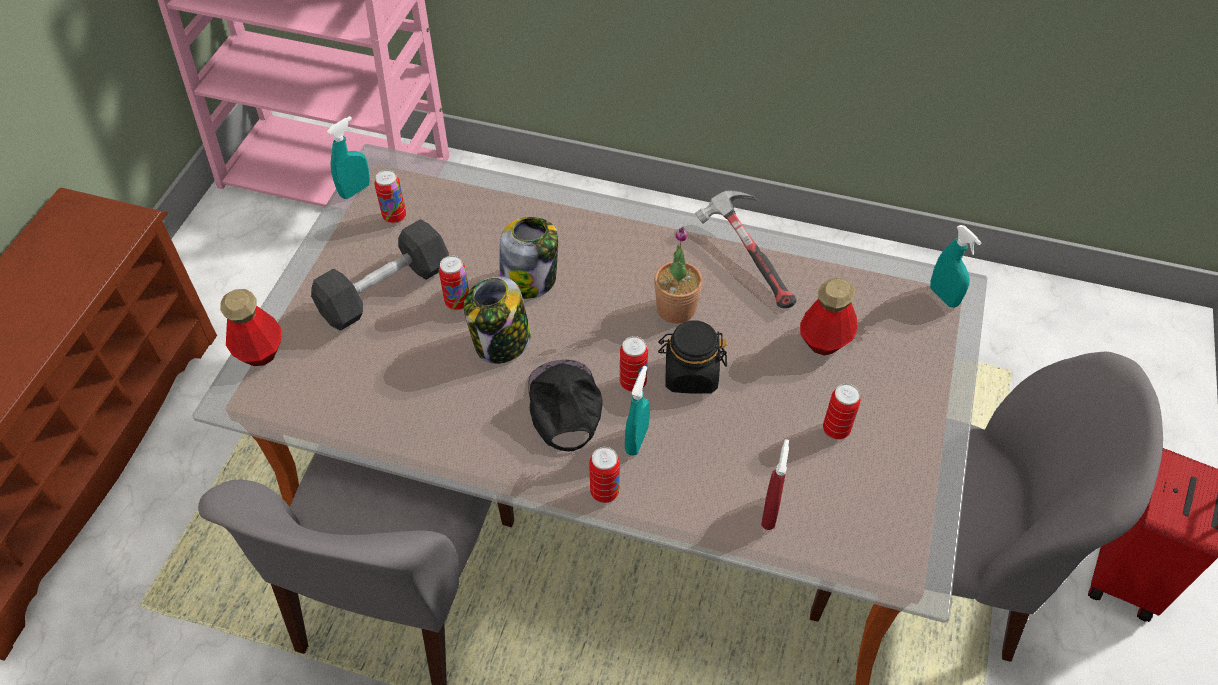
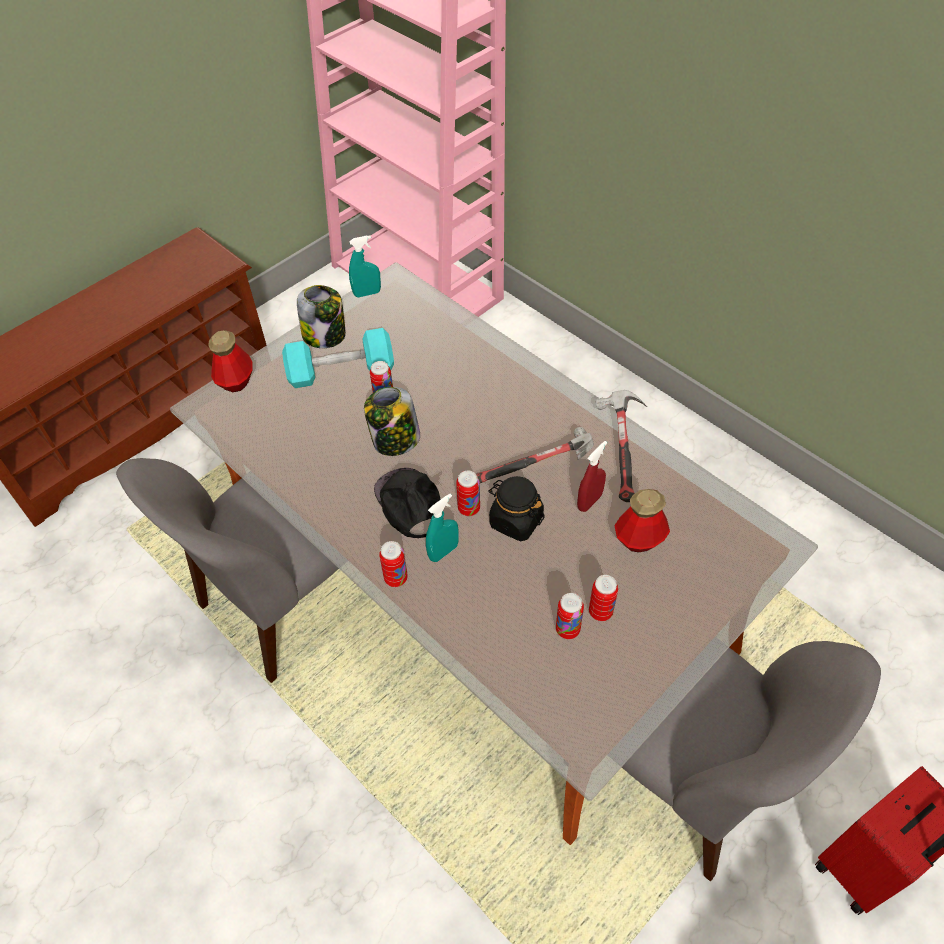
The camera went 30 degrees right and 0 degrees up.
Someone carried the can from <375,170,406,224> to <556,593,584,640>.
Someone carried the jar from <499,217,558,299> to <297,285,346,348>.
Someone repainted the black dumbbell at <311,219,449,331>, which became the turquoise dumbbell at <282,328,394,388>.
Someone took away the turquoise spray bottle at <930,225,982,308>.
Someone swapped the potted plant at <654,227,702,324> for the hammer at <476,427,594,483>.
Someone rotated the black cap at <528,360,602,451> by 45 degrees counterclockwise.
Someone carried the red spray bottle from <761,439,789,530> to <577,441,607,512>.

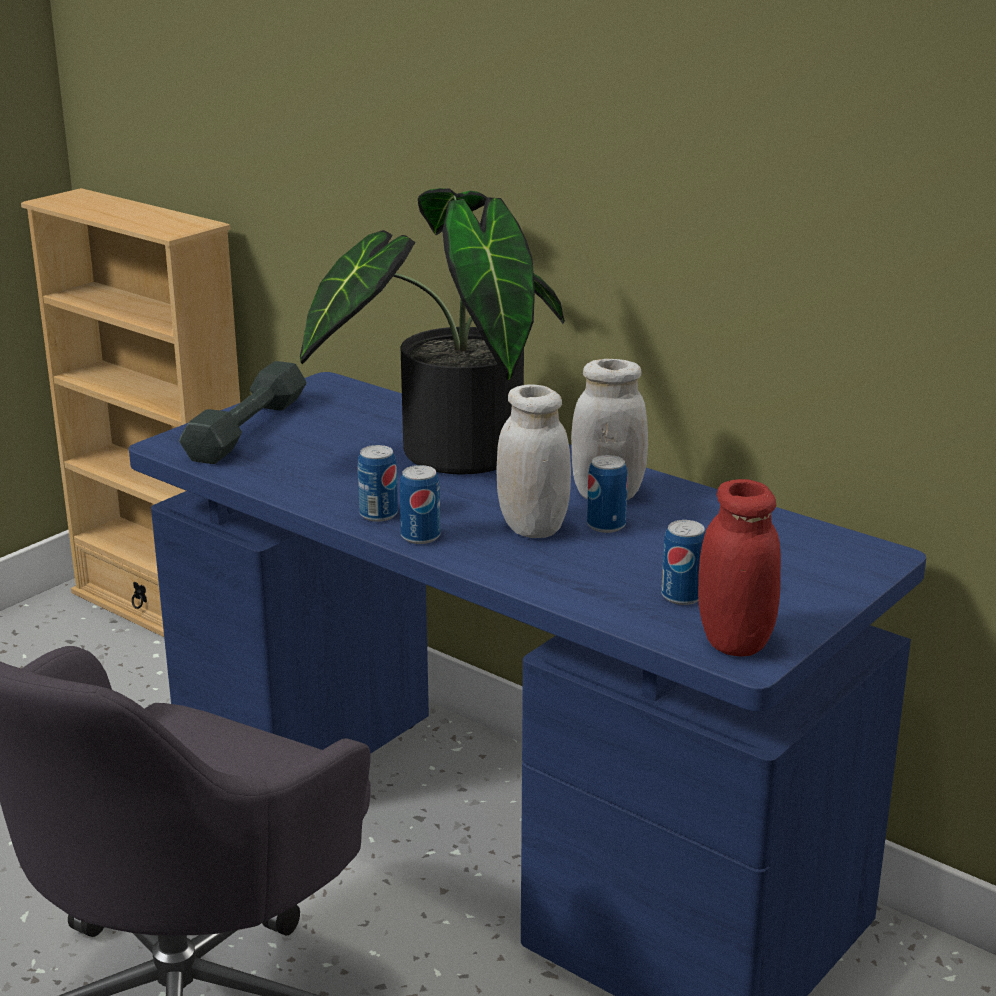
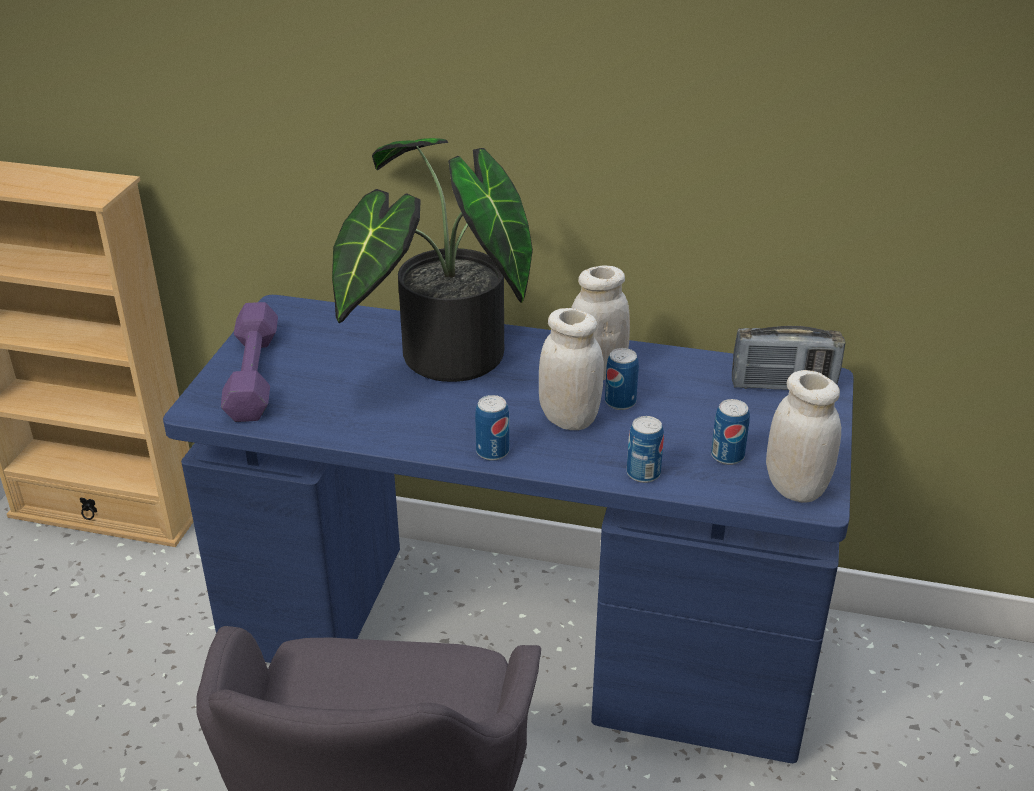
The camera went 25 degrees left and 10 degrees up.
Someone repainted the grey dumbbell at <179,361,307,464>, which became the purple dumbbell at <221,302,278,422>.
Someone carried the can from <358,445,398,522> to <627,416,664,483>.
Someone repainted the red jar at <698,479,781,657>, which became the white jar at <766,370,841,503>.
Someone put down the radio at <732,326,845,390>.

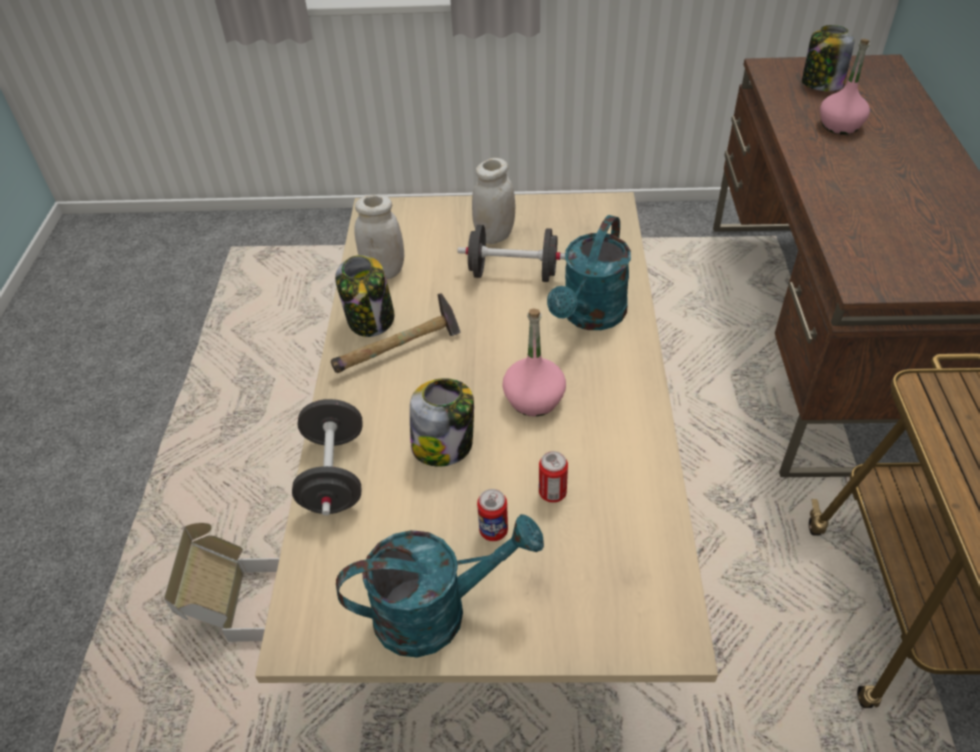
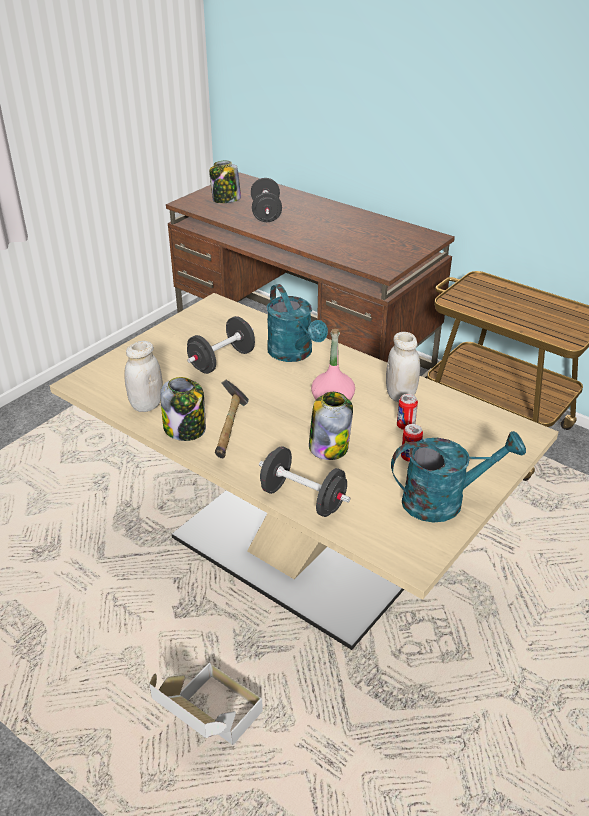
The camera went 55 degrees left and 10 degrees down.
Someone swapped the pink bottle at <820,39,870,135> for the black dumbbell at <251,178,282,222>.
Someone carried the white jar from <472,158,515,244> to <386,332,420,402>.
Someone rotated the turquoise watering can at <336,514,544,657> by 60 degrees clockwise.

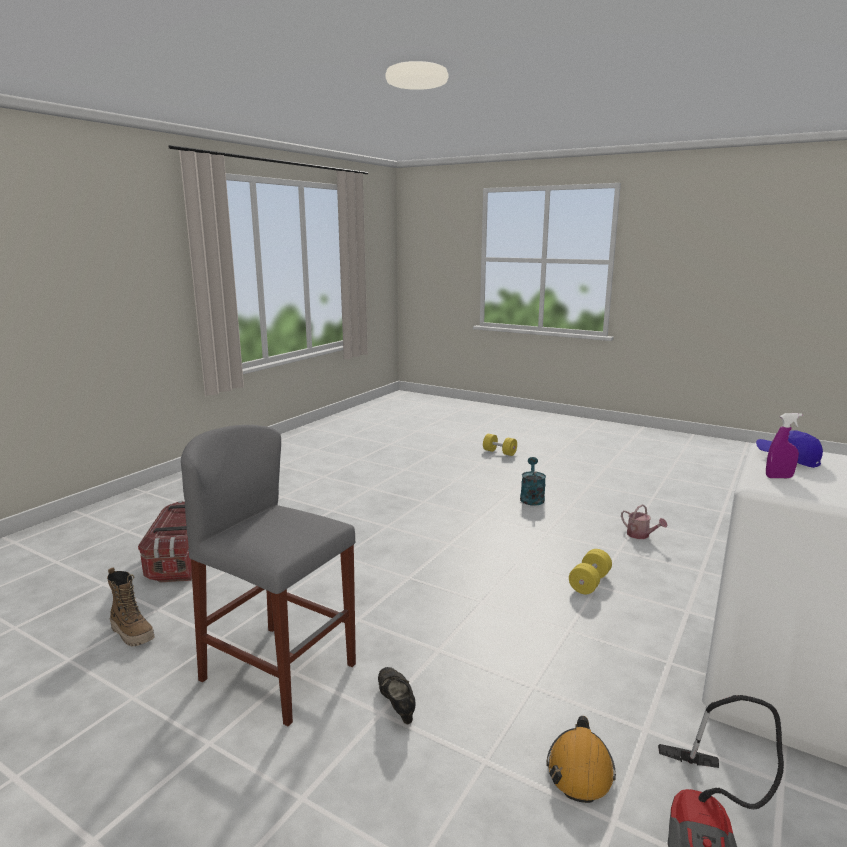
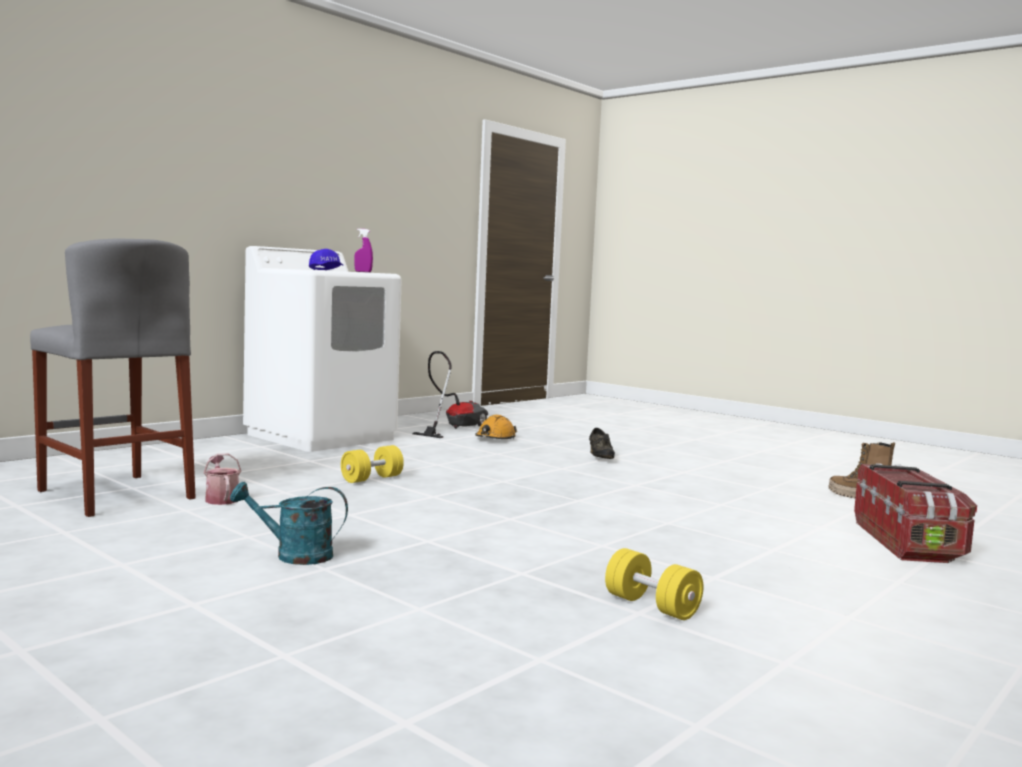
The camera went 170 degrees left and 10 degrees down.
Someone carried the grey stool from <181,425,356,726> to <30,238,196,517>.
Someone carried the yellow dumbbell from <483,434,517,456> to <605,548,703,620>.
Someone rotated the turquoise watering can at <520,457,546,506> by 75 degrees clockwise.

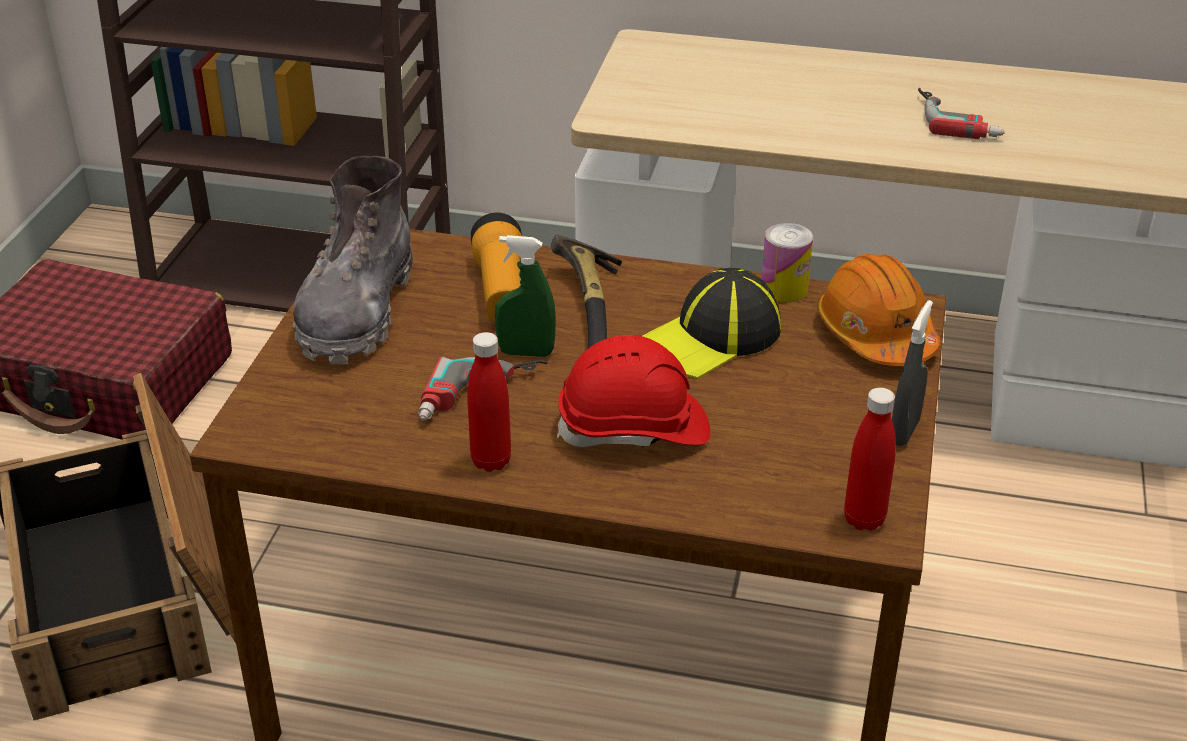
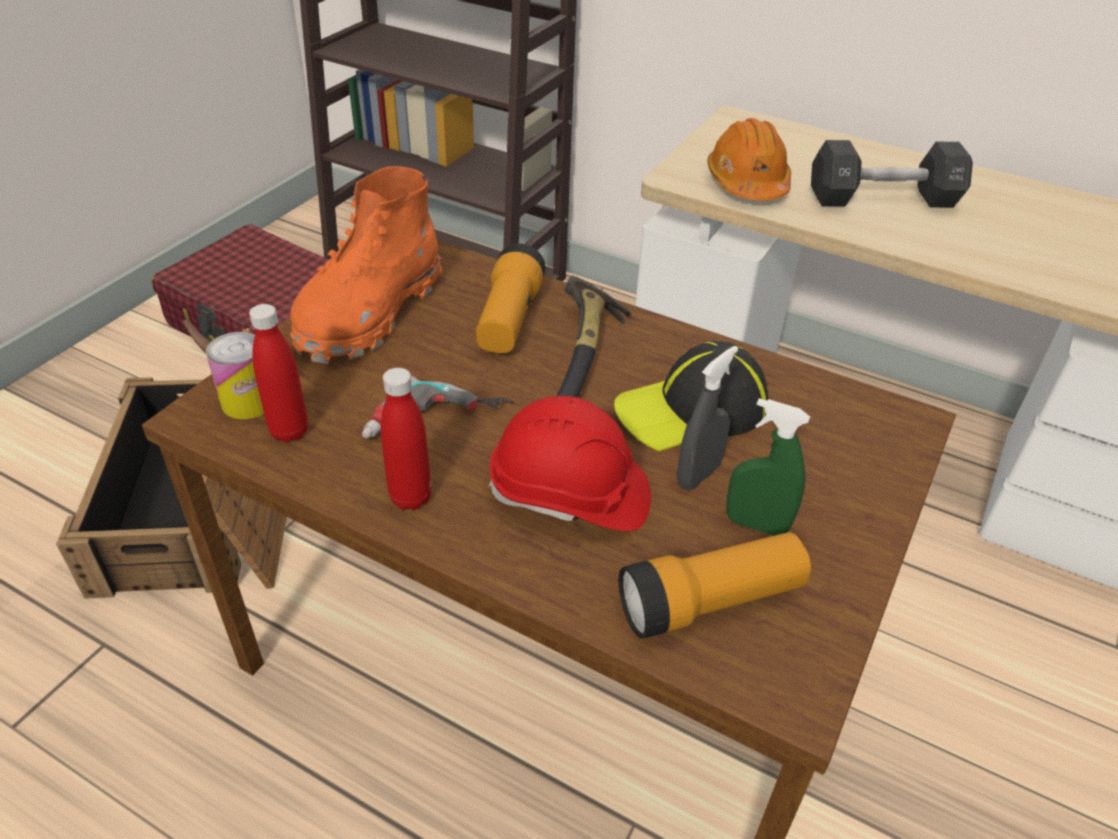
The camera went 15 degrees right and 5 degrees up.
Someone took away the power drill at <918,88,1005,139>.
Someone repainted the grey boot at <293,156,413,365>, which became the orange boot at <290,166,443,364>.
Someone carried the can from <762,223,813,302> to <206,332,264,420>.
Someone carried the green spray bottle from <495,235,556,357> to <726,398,810,536>.
Someone carried the orange hard hat from <817,254,940,366> to <708,118,791,200>.
Someone carried the grey spray bottle from <892,300,933,446> to <677,346,738,490>.
Someone carried the red bottle from <844,387,896,531> to <249,304,308,443>.
Someone put down the black dumbbell at <811,140,973,208>.
Someone put down the flashlight at <618,532,811,639>.

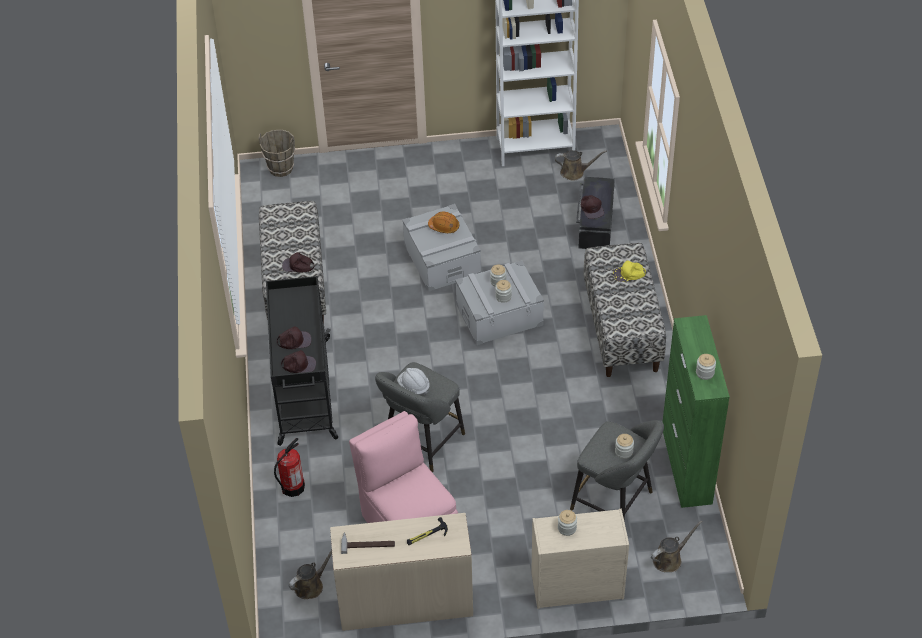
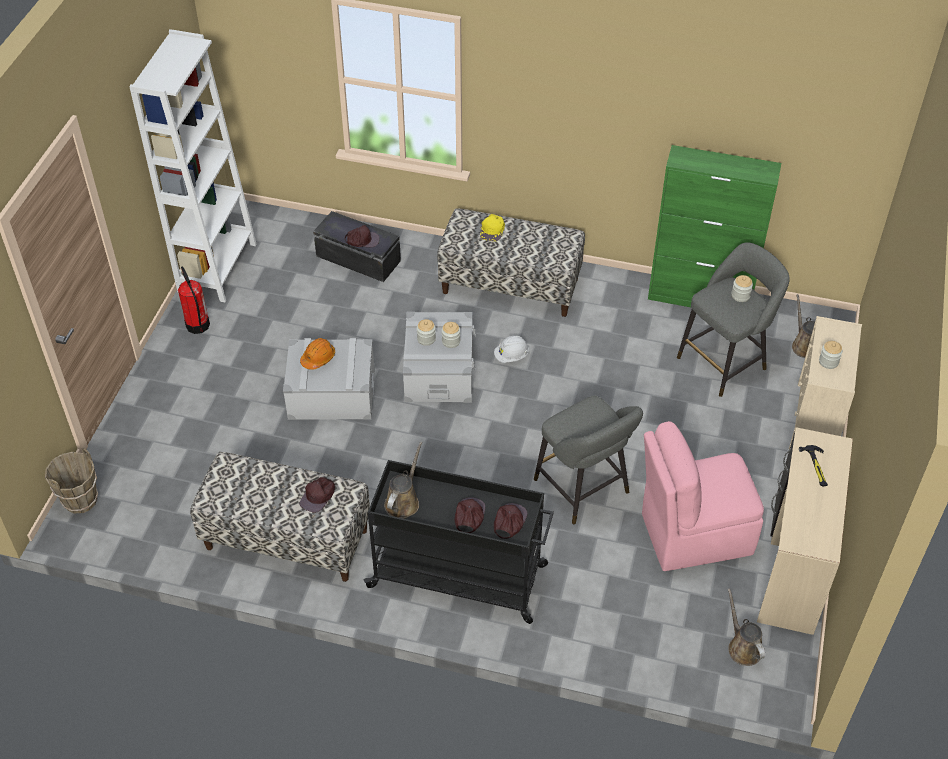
The camera went 70 degrees left and 0 degrees up.
Someone carried the brown watering can from <555,150,607,181> to <384,442,422,519>.
Someone took away the jar at <696,354,716,380>.
Someone carried the white hard hat from <397,368,429,395> to <494,336,529,363>.
Someone carried the fire extinguisher from <274,438,305,497> to <178,266,210,334>.
Someone took away the hammer at <341,532,395,554>.

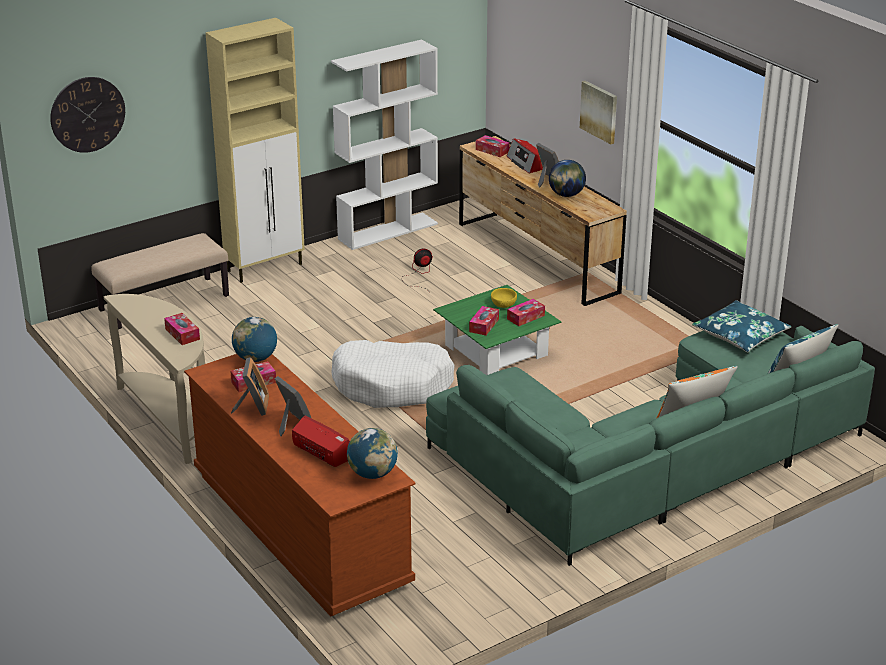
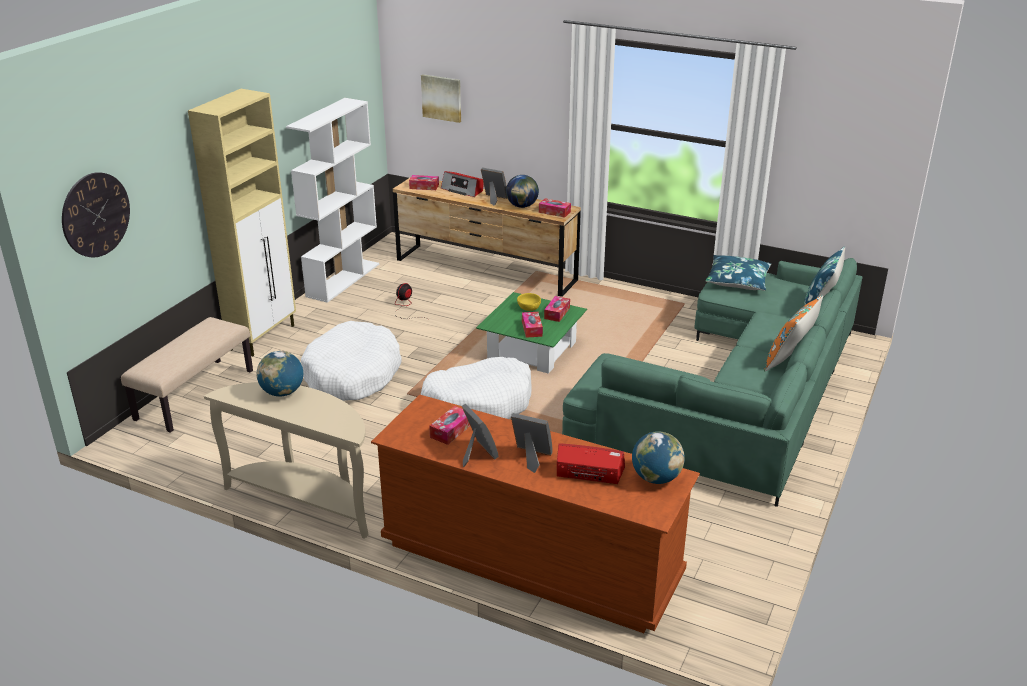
The camera went 30 degrees left and 0 degrees up.
Someone carried the picture from <580,81,617,144> to <421,74,461,123>.
Someone carried the tissue box from <164,313,200,345> to <539,198,571,218>.
Someone carried the globe from <232,317,277,362> to <257,351,303,397>.
Someone put down the white dog bed at <301,321,402,401>.

